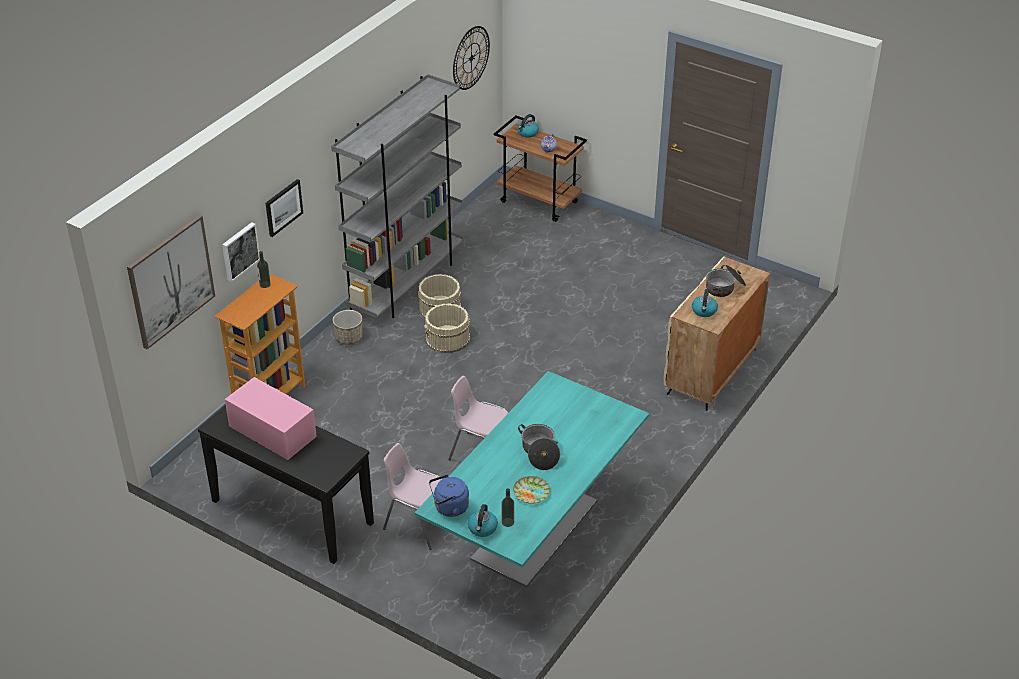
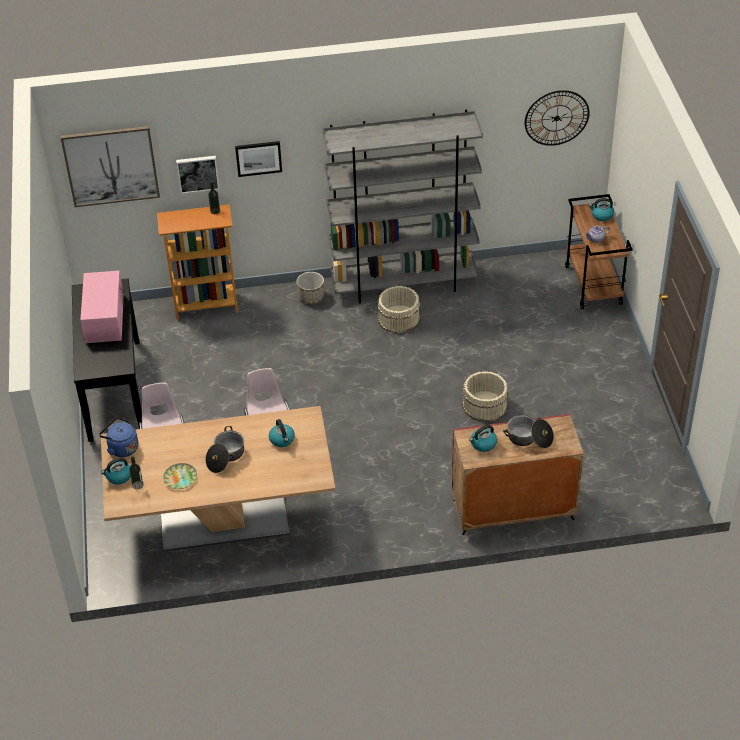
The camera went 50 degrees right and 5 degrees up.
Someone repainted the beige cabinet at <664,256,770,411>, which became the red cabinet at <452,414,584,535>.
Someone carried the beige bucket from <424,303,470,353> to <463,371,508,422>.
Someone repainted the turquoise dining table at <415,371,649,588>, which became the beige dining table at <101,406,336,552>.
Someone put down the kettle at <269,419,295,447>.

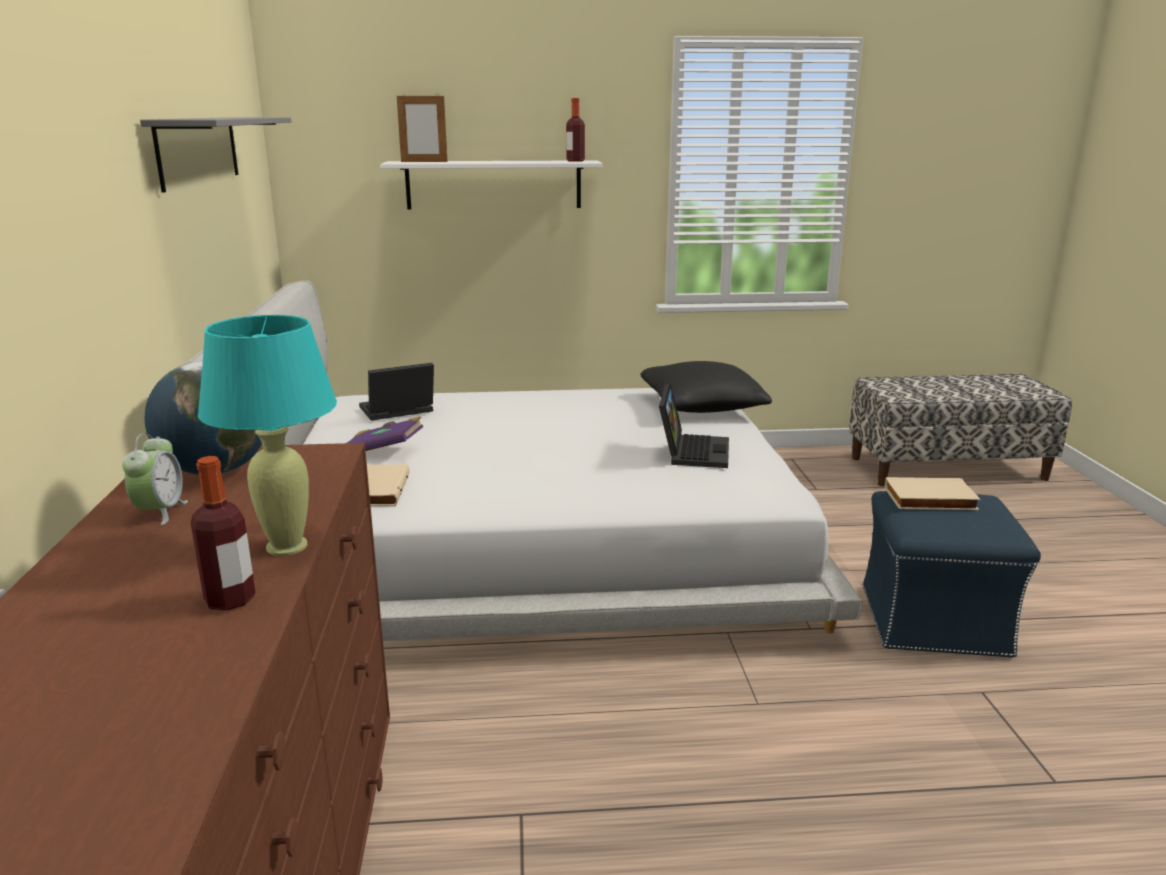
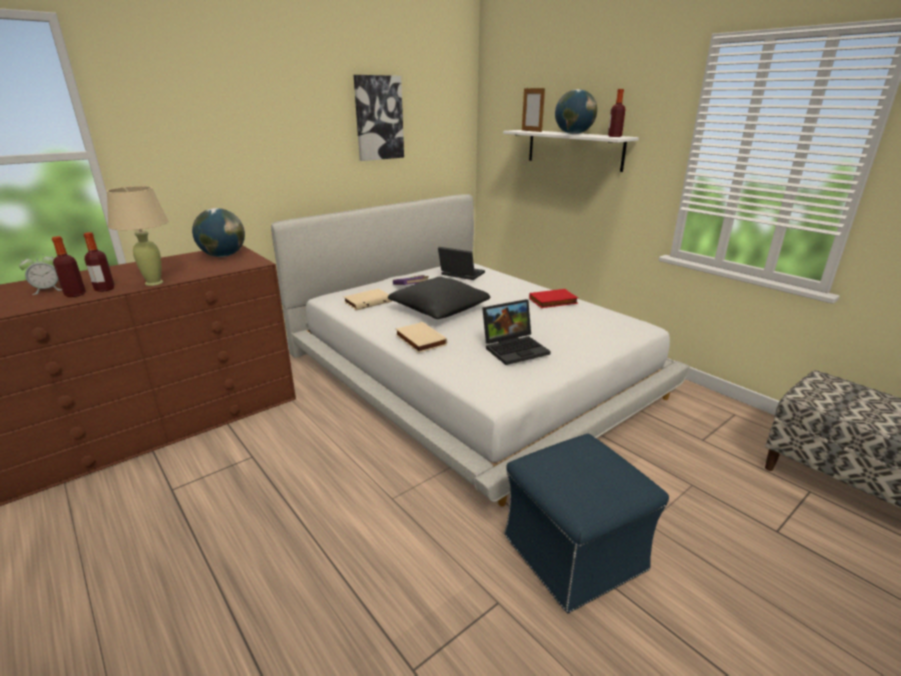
The camera went 55 degrees right and 5 degrees up.
Someone swapped the grey shelf at <140,117,292,193> for the picture at <354,75,404,161>.
Someone repainted the turquoise table lamp at <198,315,337,556>, which became the beige table lamp at <107,186,168,286>.
Someone carried the black pillow from <640,361,772,413> to <388,277,490,319>.
Someone carried the alarm clock from <122,433,188,525> to <19,253,62,295>.
Someone carried the beige book from <885,477,981,510> to <396,322,447,353>.
Someone put down the globe at <555,89,597,134>.
Someone put down the bottle at <52,236,86,297>.
Someone put down the red book at <529,289,578,308>.

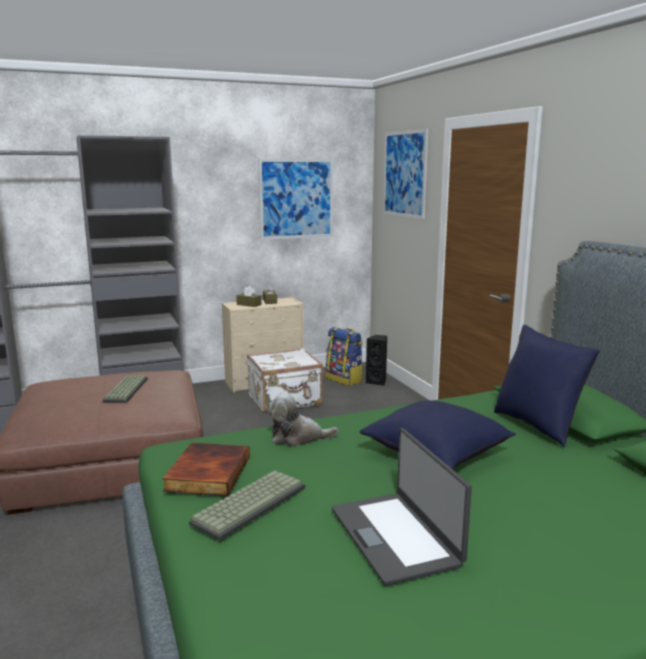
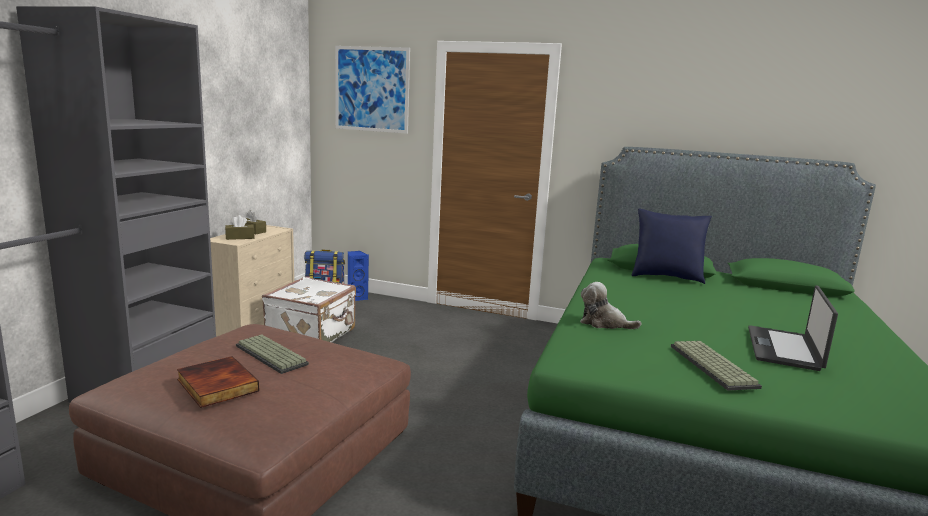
The camera went 50 degrees left and 0 degrees up.
Someone took away the picture at <258,159,333,240>.
Someone repainted the black speaker at <366,335,387,386>, which became the blue speaker at <348,251,369,301>.
Someone rotated the plush toy at <267,393,338,446> by 75 degrees clockwise.
Someone took away the blue pillow at <359,400,516,469>.
Someone rotated the laptop at <332,428,472,586> by 90 degrees clockwise.
Someone carried the book from <162,442,250,496> to <177,356,259,408>.

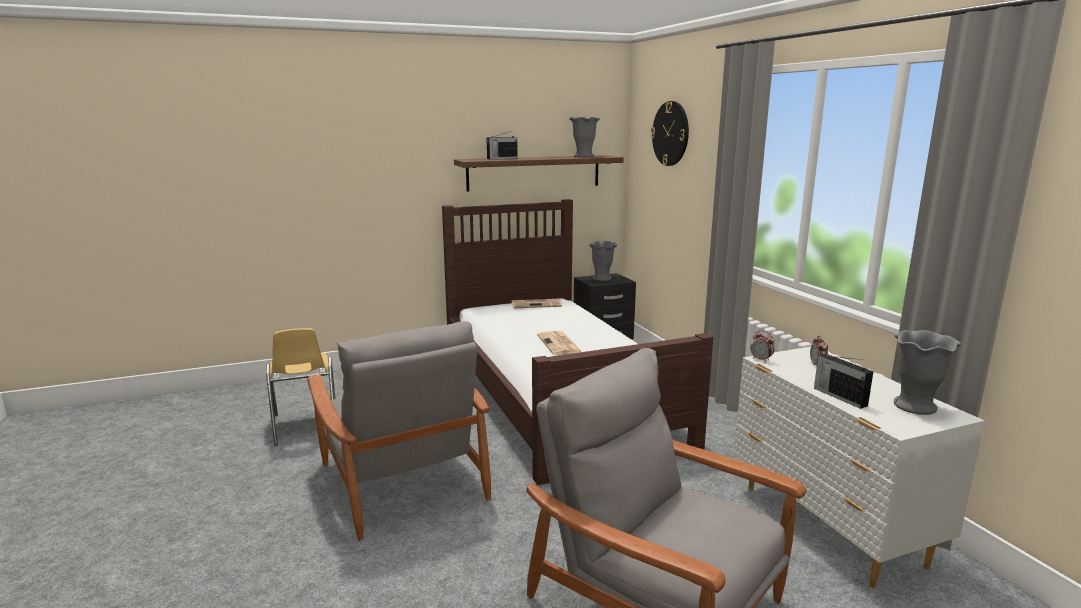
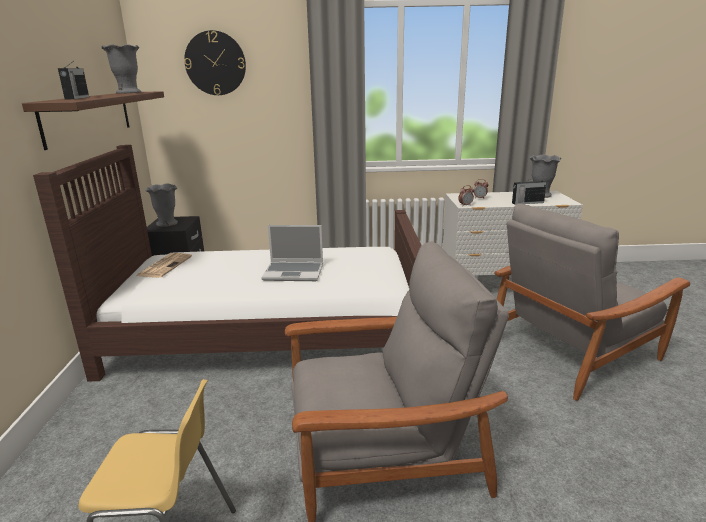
The camera went 70 degrees left and 5 degrees up.
Someone swapped the newspaper at <537,331,582,355> for the laptop at <261,225,323,281>.

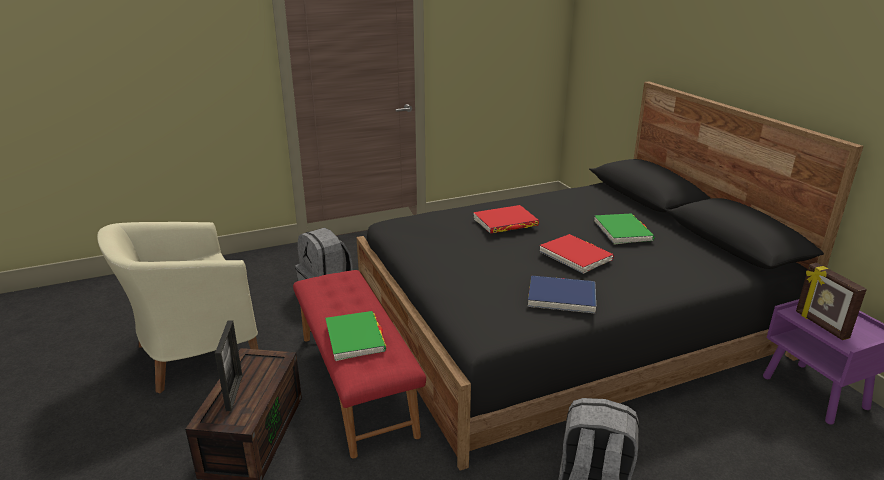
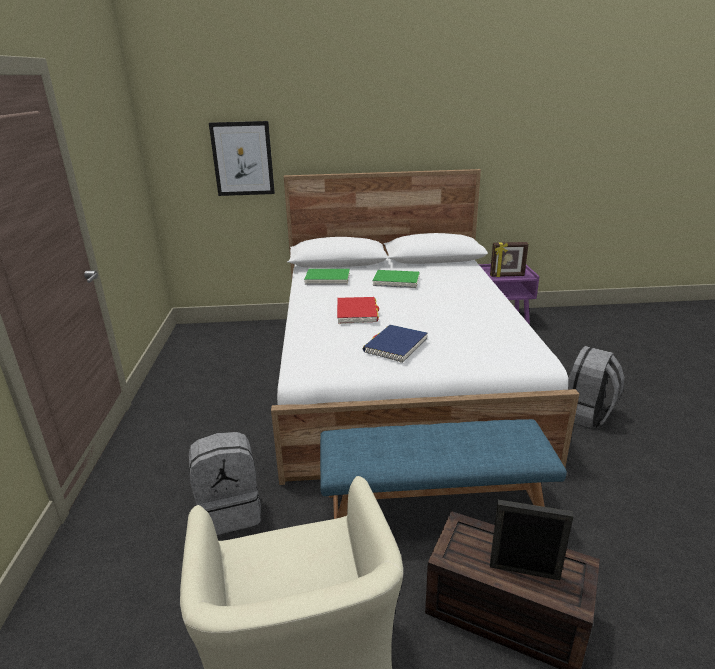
The camera went 70 degrees left and 0 degrees up.
Someone repainted the black bed at <357,81,864,471>, which became the white bed at <271,169,579,485>.
Someone took away the red book at <539,234,614,274>.
Someone repainted the red bench at <293,270,426,459>, which became the blue bench at <320,419,567,519>.
Someone carried the blue book from <528,275,596,313> to <363,325,428,363>.
Someone carried the green book from <325,311,386,361> to <304,269,350,285>.
Someone put up the picture at <209,121,275,196>.

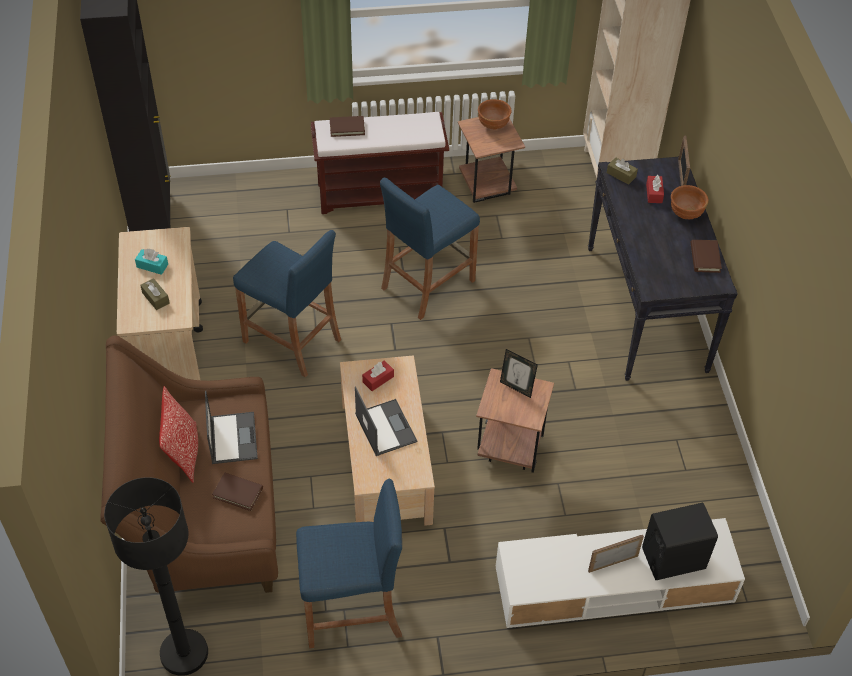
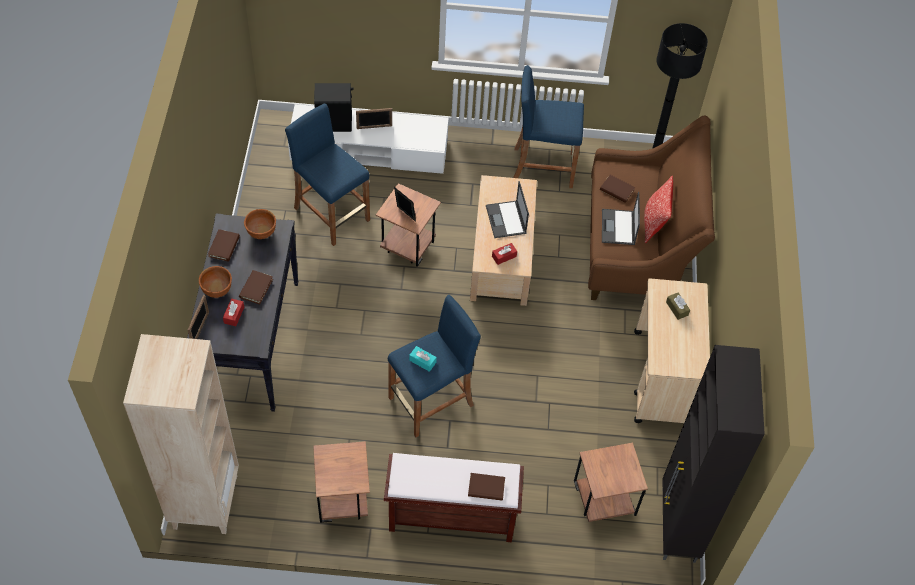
The camera went 170 degrees left and 5 degrees up.
Someone carried the brown bowl from <478,99,511,130> to <244,209,276,239>.
Someone took away the brown tissue box at <607,157,638,185>.
Someone carried the blue stool from <233,230,341,378> to <285,104,370,246>.
Someone carried the turquoise tissue box from <135,249,168,275> to <409,346,437,372>.
Someone put down the brown book at <239,270,273,305>.
Someone put down the brown side table at <574,443,648,522>.

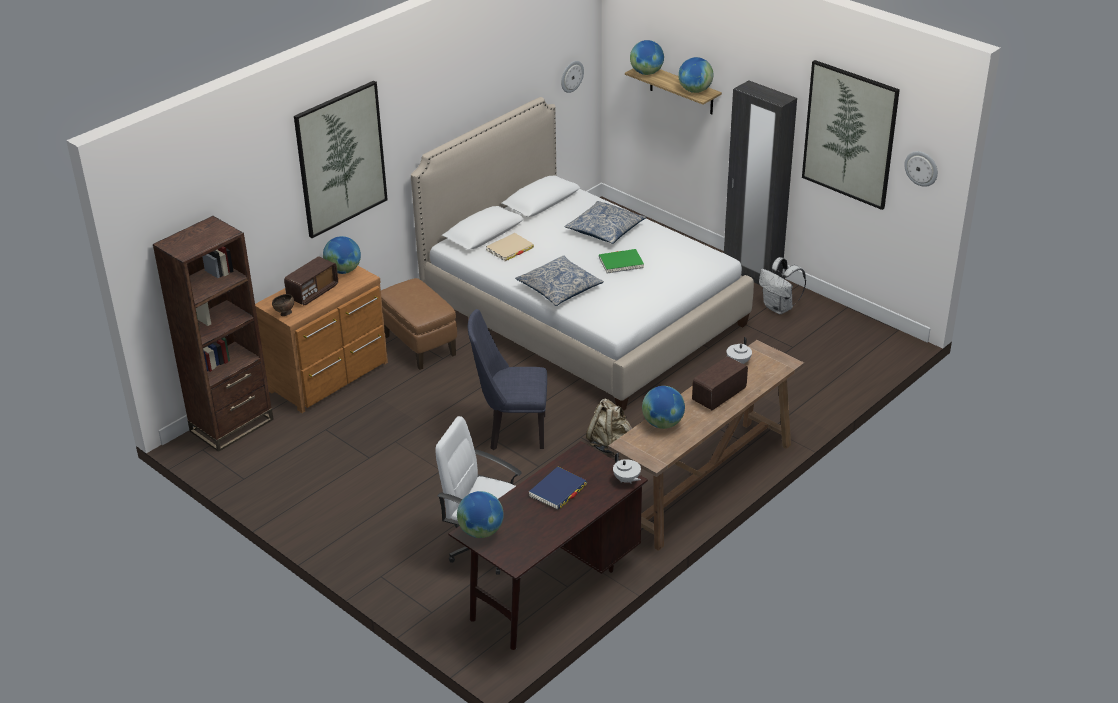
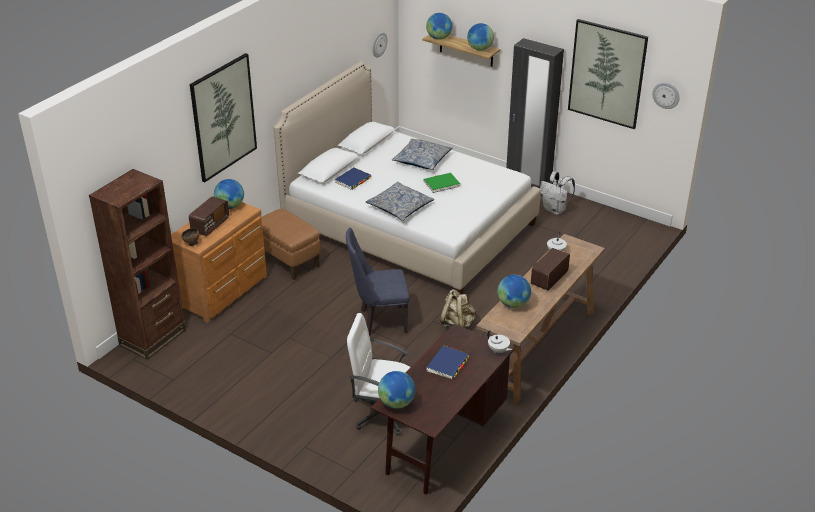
The camera went 10 degrees left and 0 degrees up.
Someone repainted the beige book at <486,233,534,261>, which became the blue book at <335,168,371,190>.

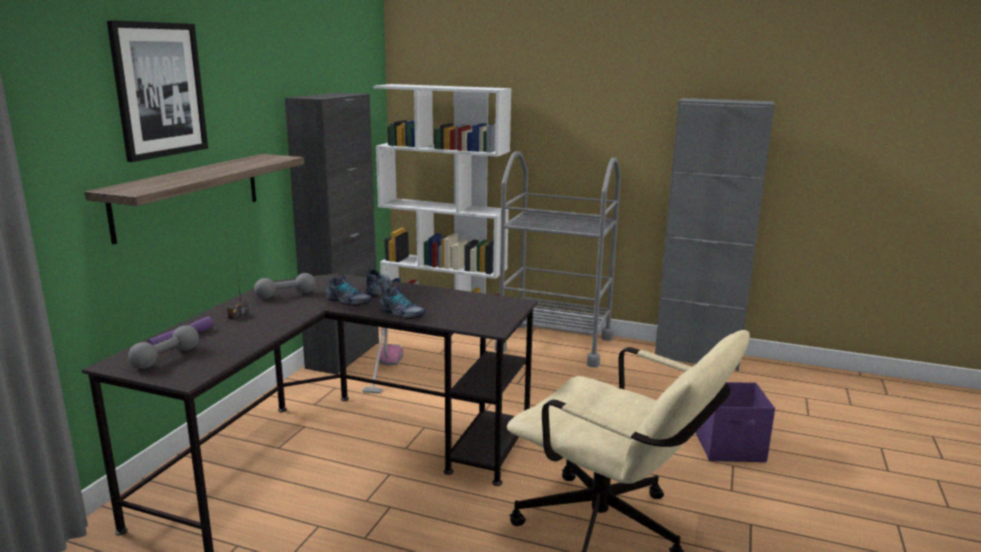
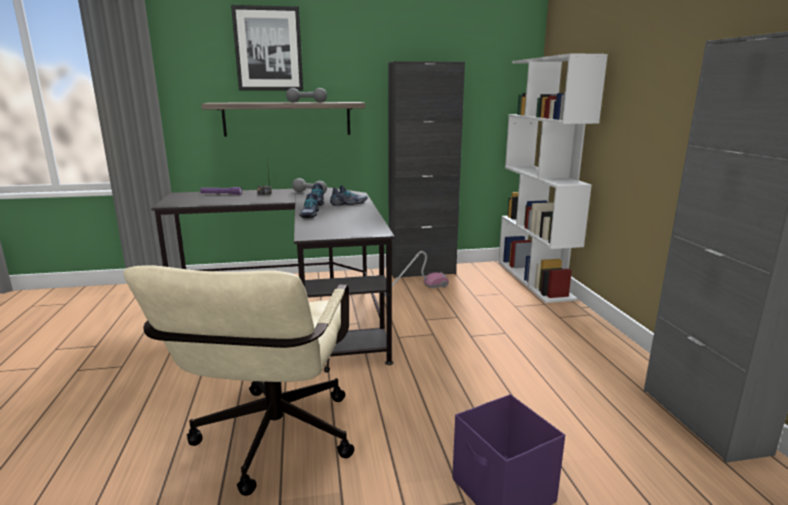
The camera went 60 degrees right and 0 degrees up.
Someone took away the grey cart at <495,151,621,367>.
Someone carried the grey dumbbell from <128,326,199,369> to <286,88,327,102>.

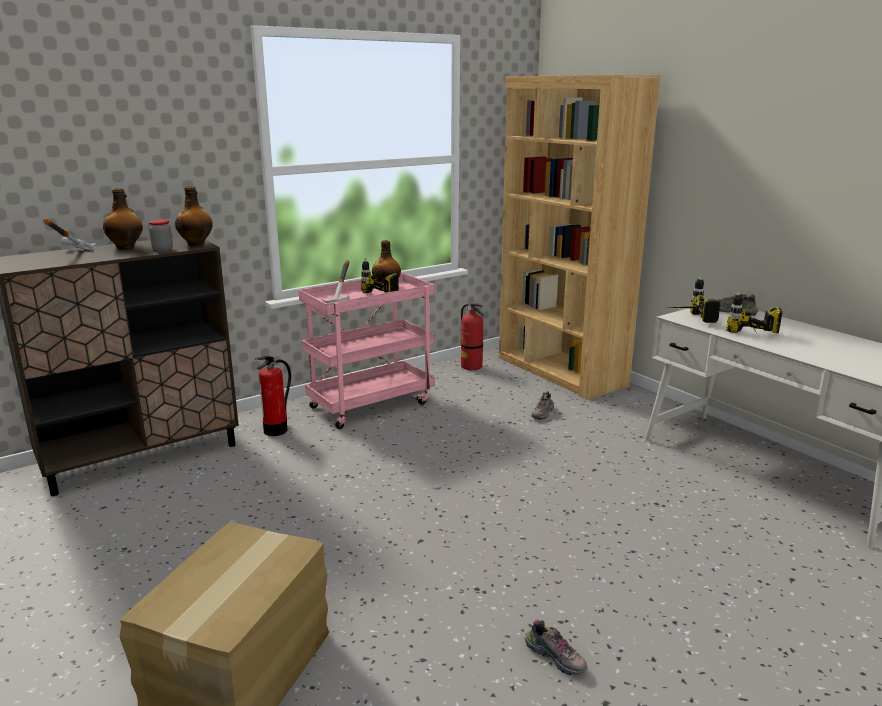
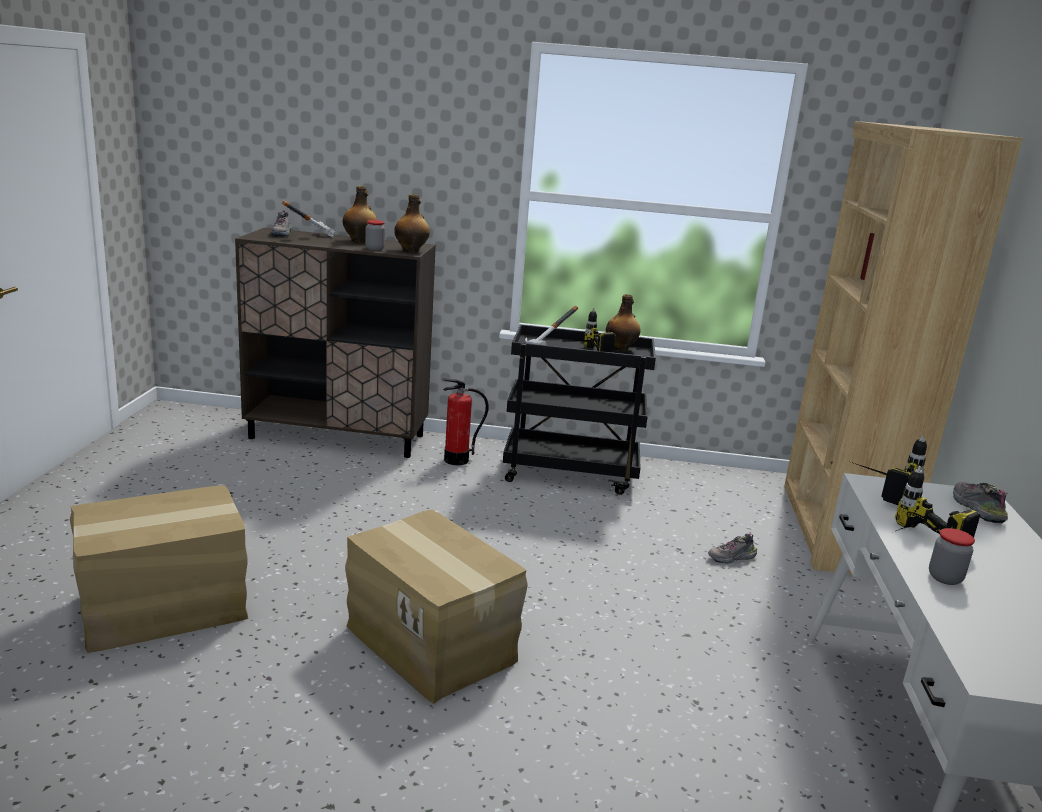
The camera went 40 degrees right and 0 degrees up.
Someone repainted the pink cart at <299,273,435,429>, which became the black cart at <503,325,656,495>.
Someone took away the fire extinguisher at <461,303,484,370>.
Someone carried the shoe from <525,619,587,675> to <271,210,292,237>.
Someone put down the cardboard box at <345,510,528,704>.
Someone put down the jar at <929,528,975,585>.

